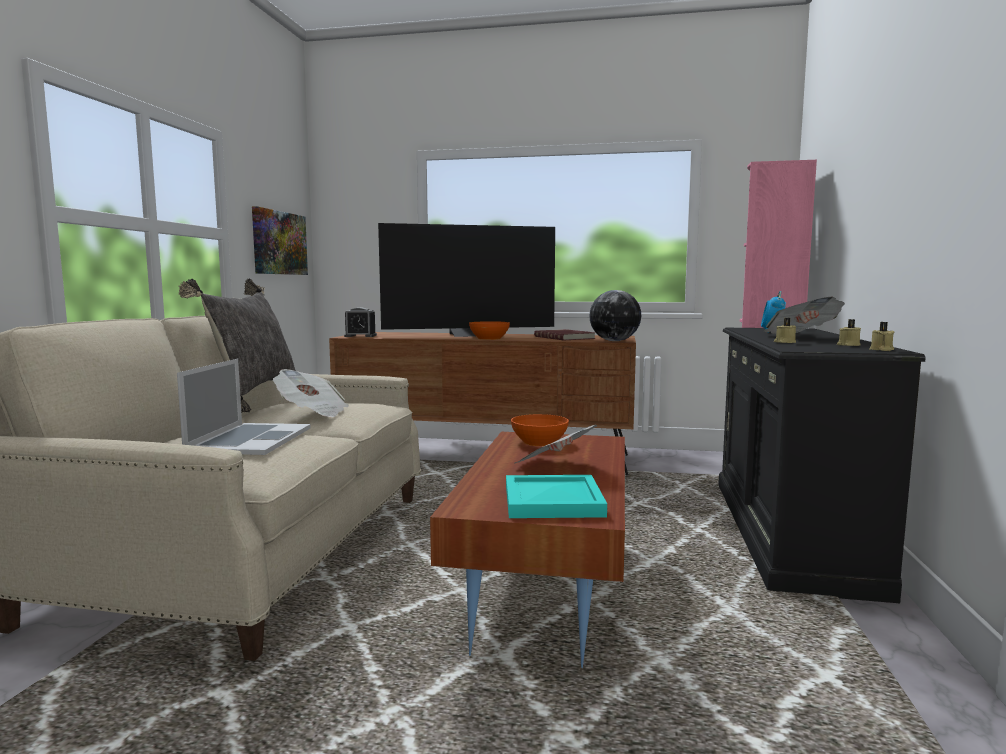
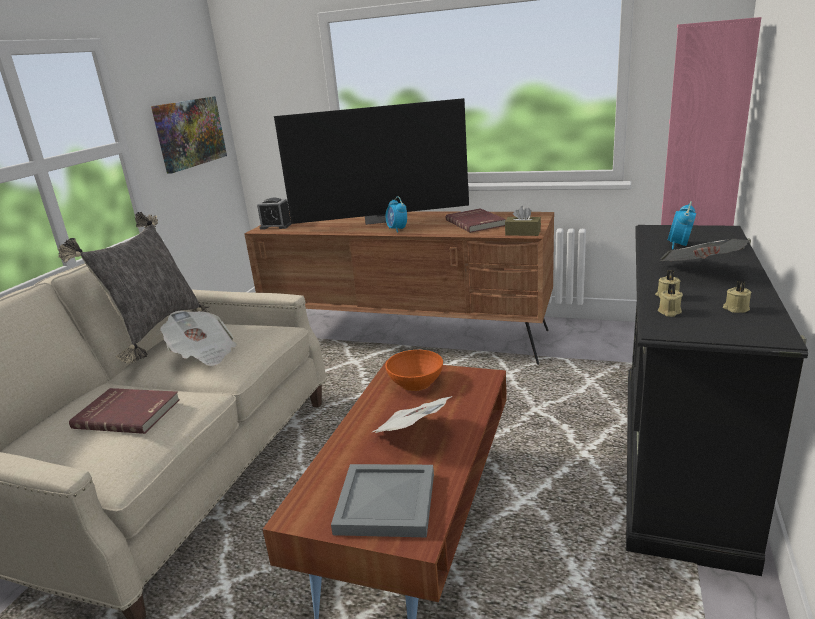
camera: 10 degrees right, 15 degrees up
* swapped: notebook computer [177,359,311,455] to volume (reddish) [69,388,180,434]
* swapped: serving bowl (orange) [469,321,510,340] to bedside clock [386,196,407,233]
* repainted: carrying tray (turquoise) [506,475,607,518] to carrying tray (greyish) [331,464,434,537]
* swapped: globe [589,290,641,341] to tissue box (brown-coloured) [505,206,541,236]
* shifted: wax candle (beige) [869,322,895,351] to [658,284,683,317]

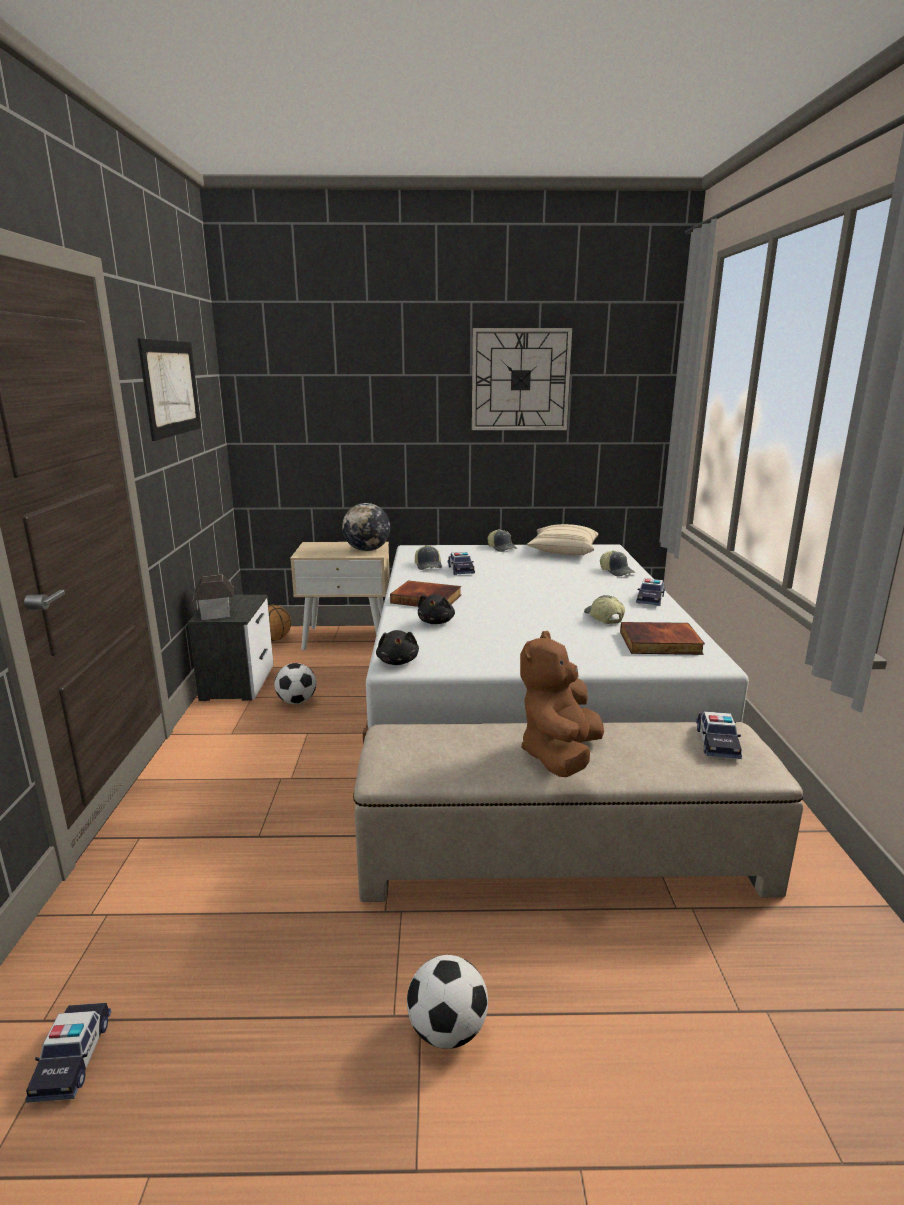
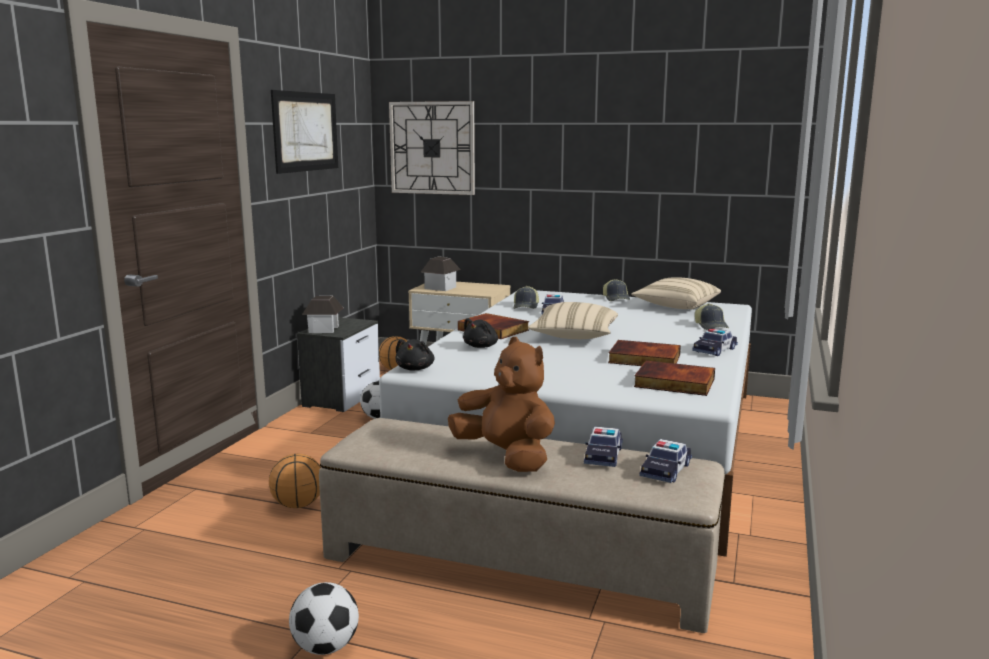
camera: 20 degrees right, 5 degrees down
* shifted: model car [26,1003,111,1103] to [584,426,623,467]
* gone: globe [342,503,390,551]
* shifted: hanging clock [472,328,572,430] to [389,101,475,195]
* rotated: plush toy (brown-coloured) [520,631,604,777] = [448,337,555,472] 90 degrees clockwise
* swapped: baseball cap [584,595,625,624] to volume [608,340,681,366]
* new: basketball [269,454,321,508]
* new: miniature house [421,256,461,291]
* new: throw pillow (beige) [528,302,618,339]

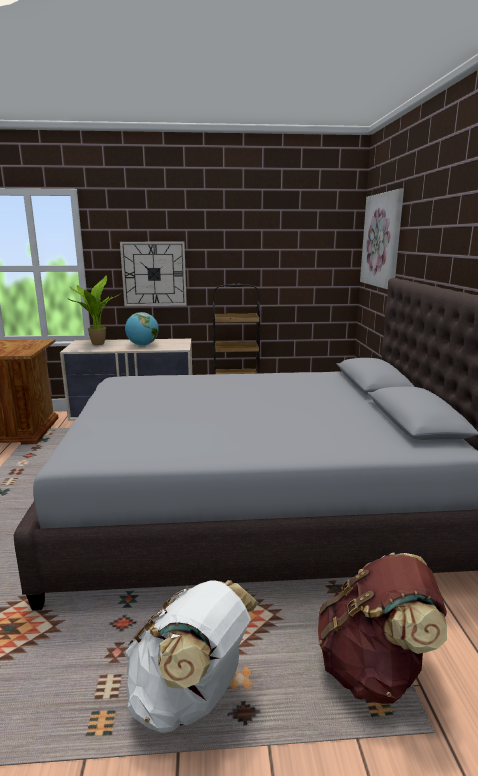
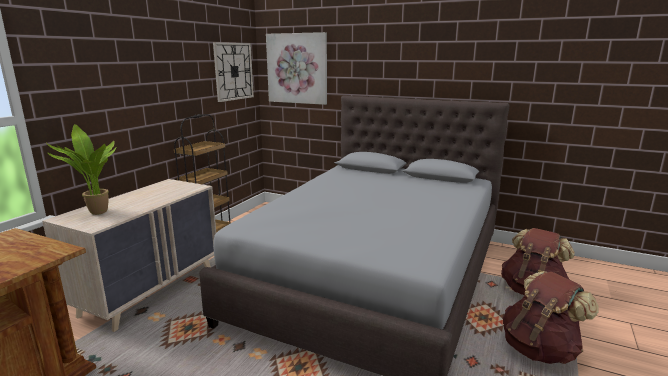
camera: 60 degrees left, 0 degrees up
* shifted: hanging clock [120,242,187,306] to [213,42,254,102]
* gone: globe [125,312,159,346]
* repainted: rucksack (white) [125,580,259,733] to rucksack (brown-coloured) [503,271,599,364]

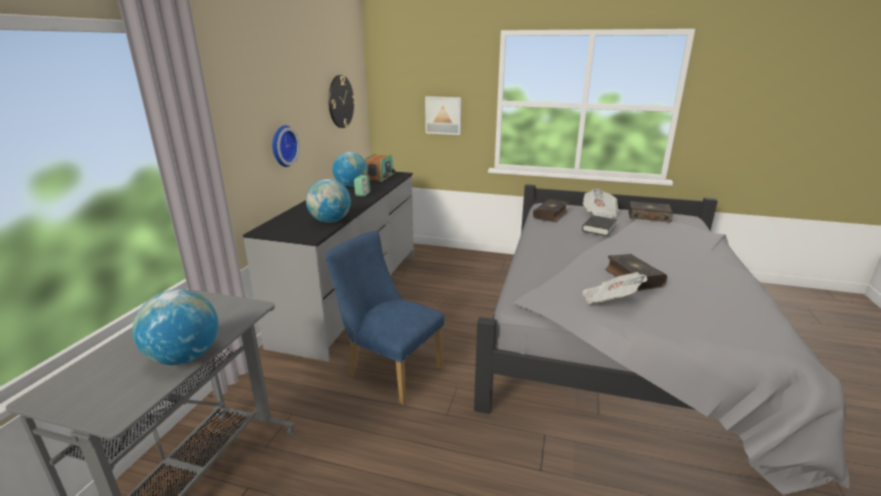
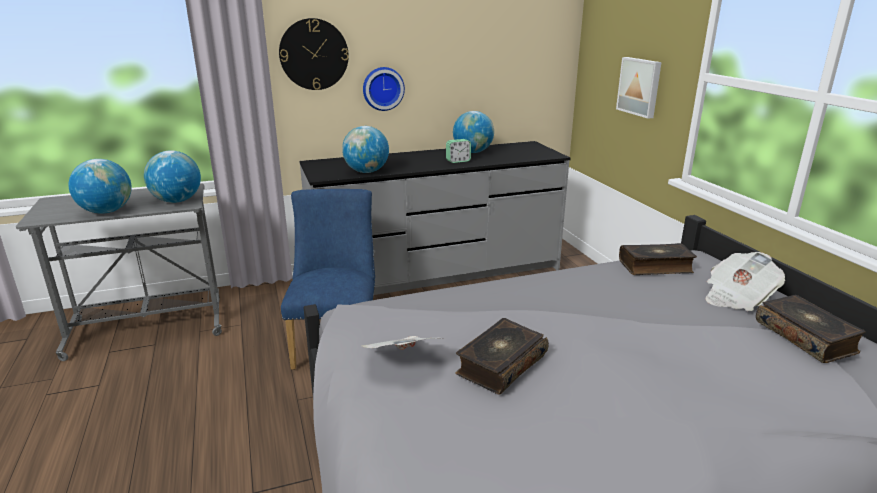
camera: 55 degrees right, 0 degrees up
* shifted: hanging clock [328,75,356,128] to [279,18,349,90]
* gone: radio set [364,153,395,182]
* gone: volume (black) [582,215,617,236]
* new: globe [144,150,201,203]

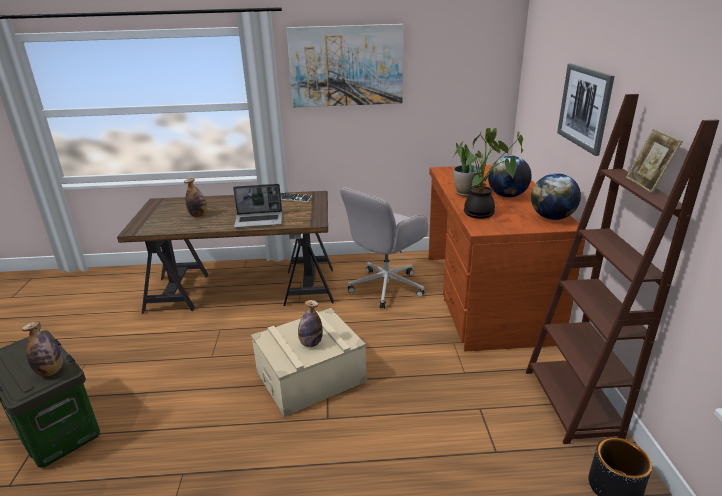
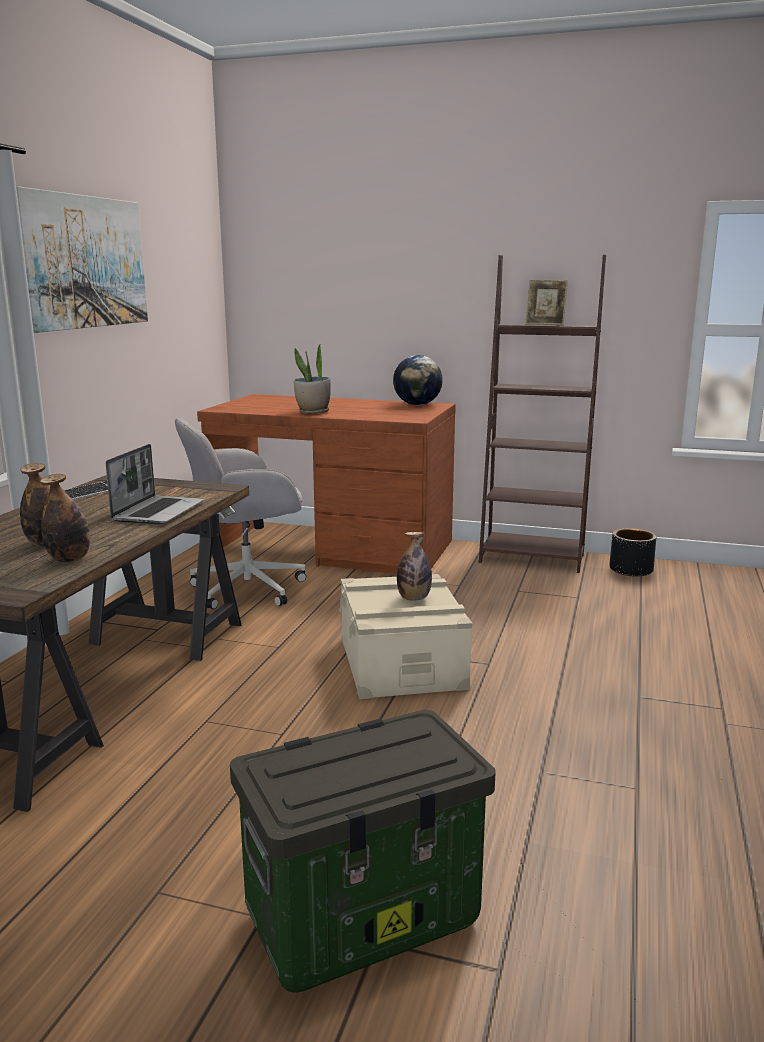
camera: 70 degrees left, 10 degrees down
* shifted: bottle [22,321,63,376] to [40,474,90,562]
* rotated: desk chair (greyish) [340,187,428,309] = [175,418,306,609] 90 degrees clockwise
* gone: houseplant [454,128,523,219]
* gone: globe [488,155,532,198]
* gone: wall art [557,64,615,156]

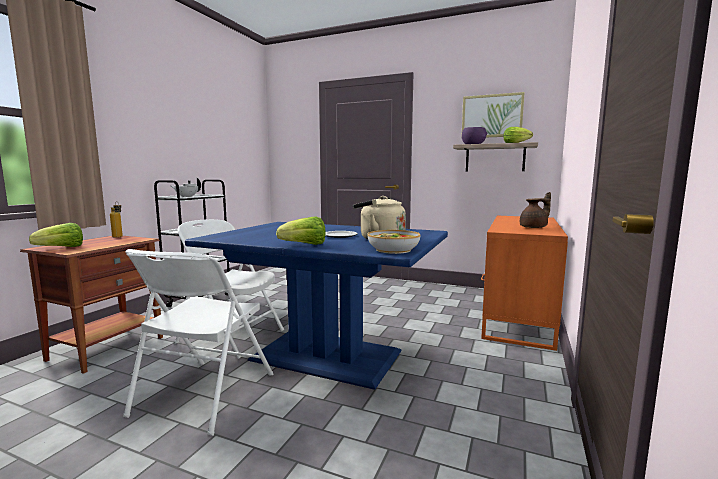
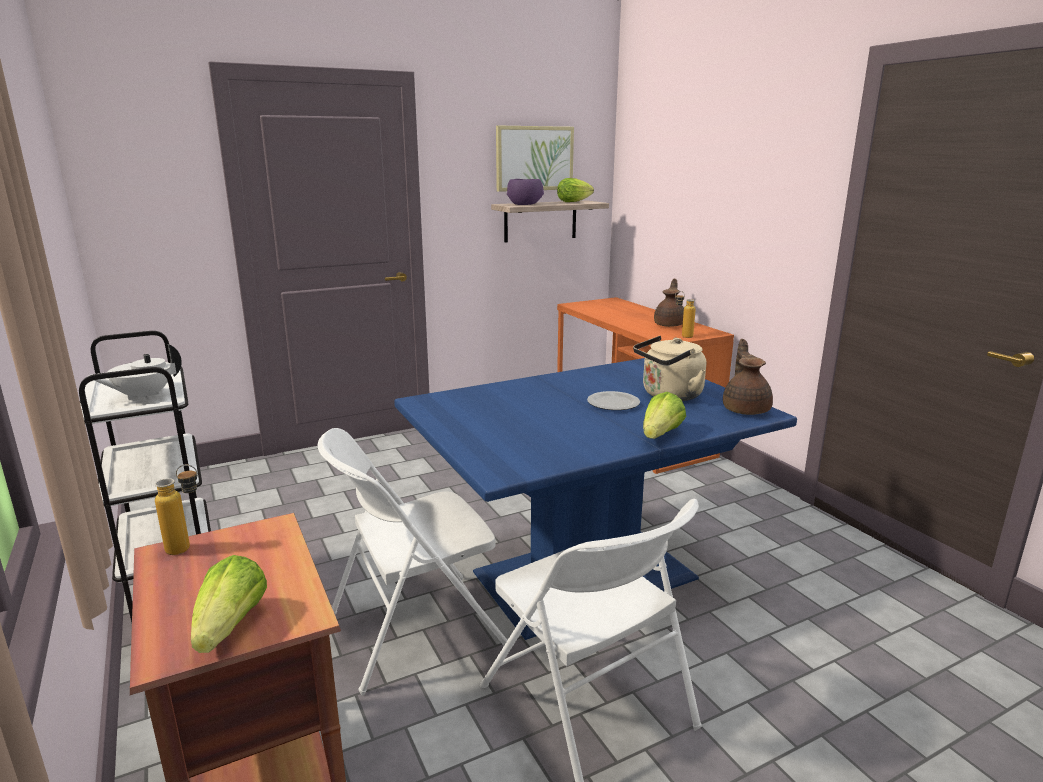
camera: 50 degrees left, 10 degrees up
* swapped: serving bowl [368,230,421,254] to teapot (brown-coloured) [723,339,773,415]
* new: bottle [675,291,696,338]

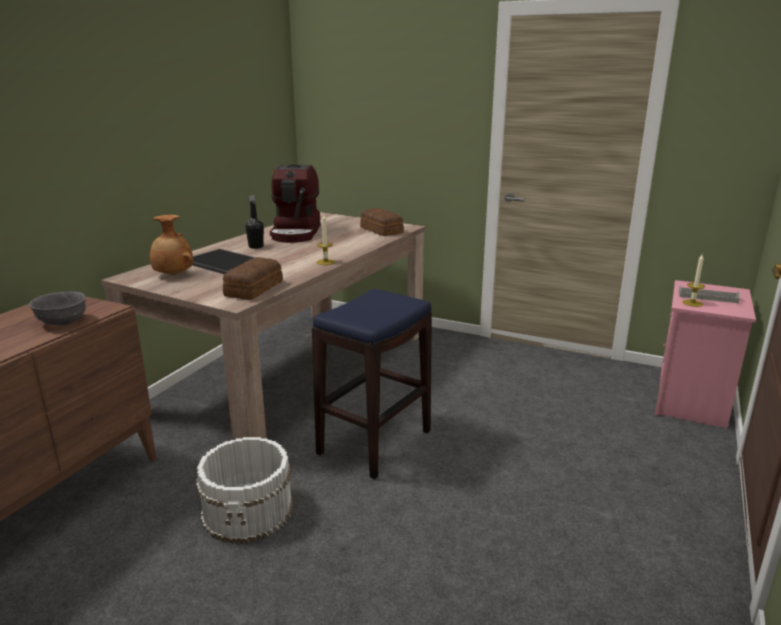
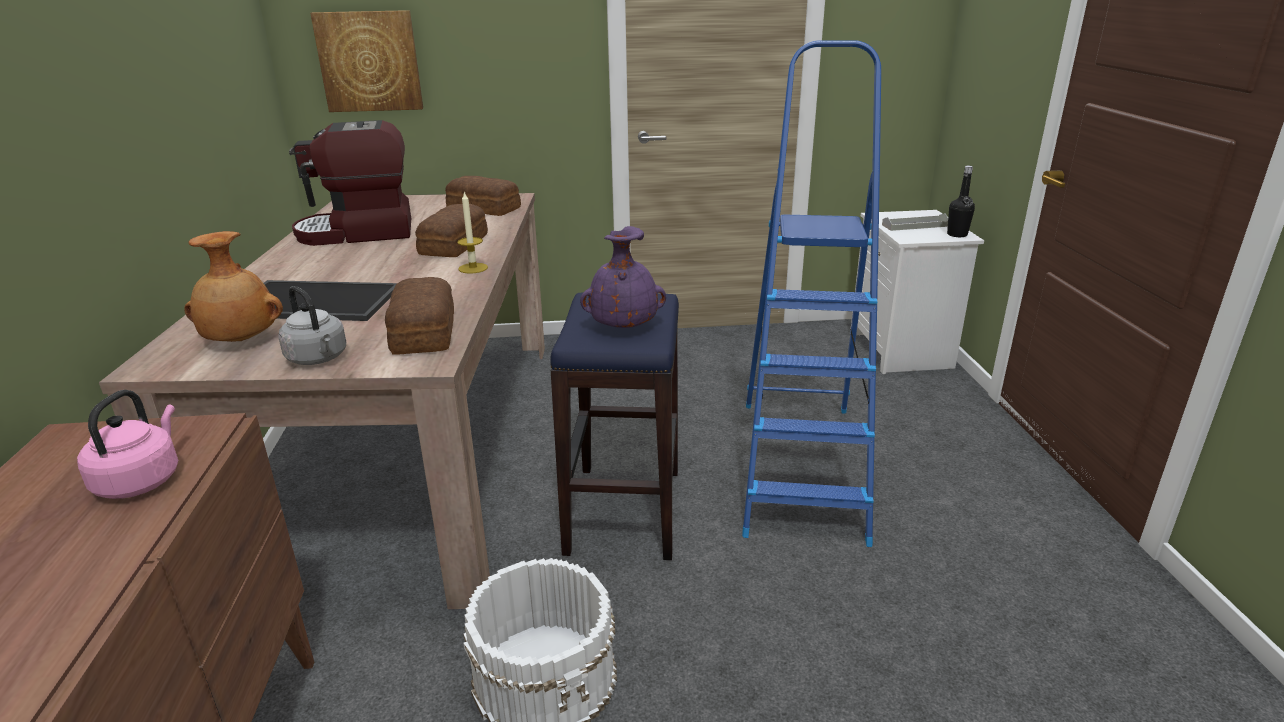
camera: 30 degrees left, 5 degrees up
* swapped: serving bowl (greyish) [29,291,86,325] to tea kettle (pink) [77,390,178,499]
* shifted: bottle (black) [245,196,264,249] to [947,166,975,237]
* rotated: coffee machine [270,164,320,243] = [289,120,411,246] 105 degrees clockwise
* repainted: nightstand (pink) [655,280,756,428] to nightstand (white) [850,210,984,374]
* gone: wax candle [682,255,705,307]
* new: tea kettle (greyish) [278,286,346,365]
* new: wall art [310,10,423,112]
* new: bakery bread [415,204,488,257]
* new: decorative vase (purple) [580,226,666,328]
* new: stepladder (blue-coloured) [742,40,881,547]

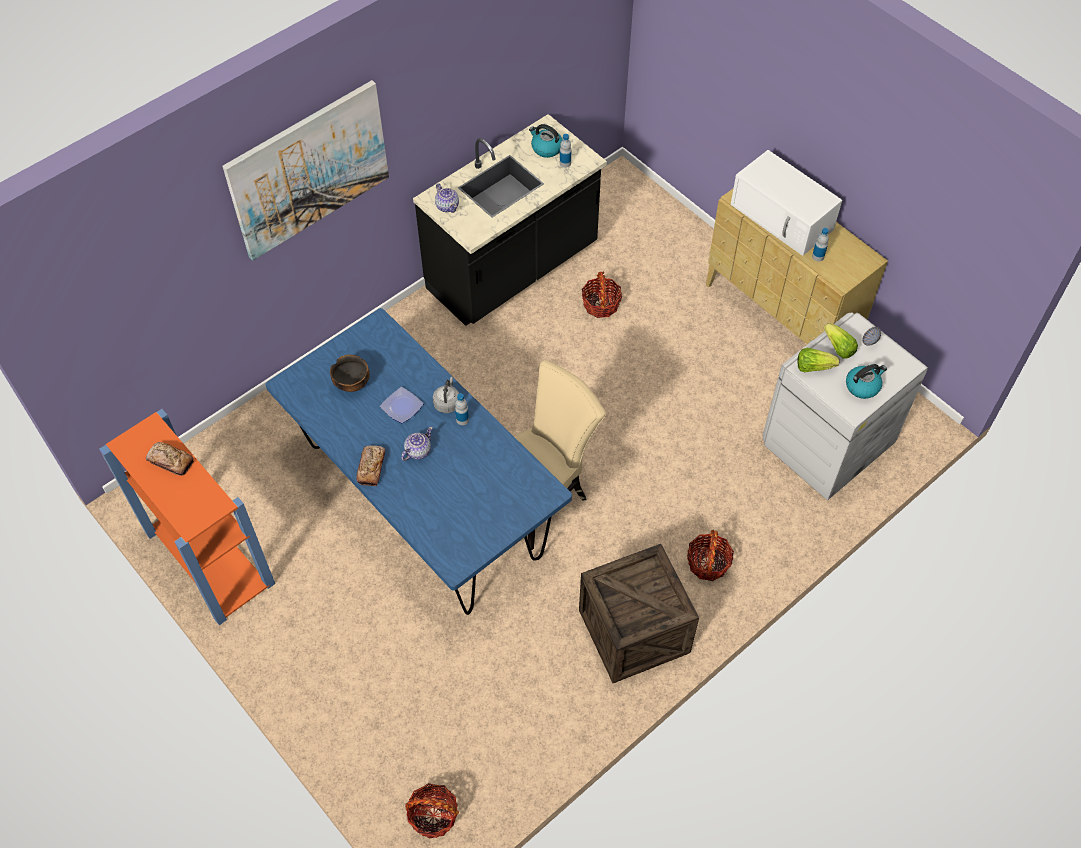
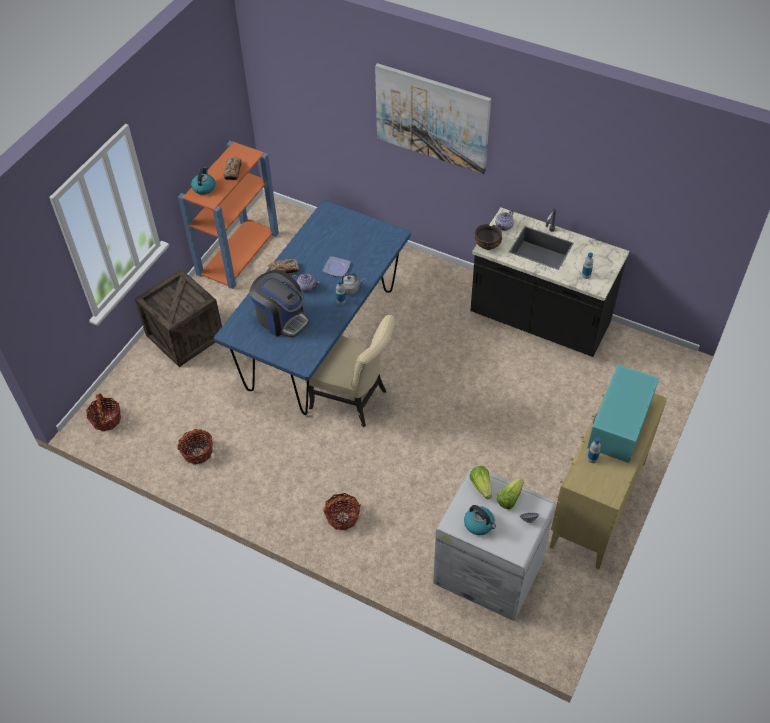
camera: 70 degrees right, 5 degrees down
* shifted: serving bowl [330,354,370,392] to [475,224,502,250]
* shifted: tea kettle [529,124,563,158] to [191,167,216,195]
* shifted: shipping crate [579,544,699,683] to [135,269,222,367]
* shifted: household basket [582,271,622,318] to [177,429,213,464]
* repainted: microwave (white) [731,150,842,256] to microwave (turquoise) [587,364,659,463]
* new: coffee machine [249,270,310,337]

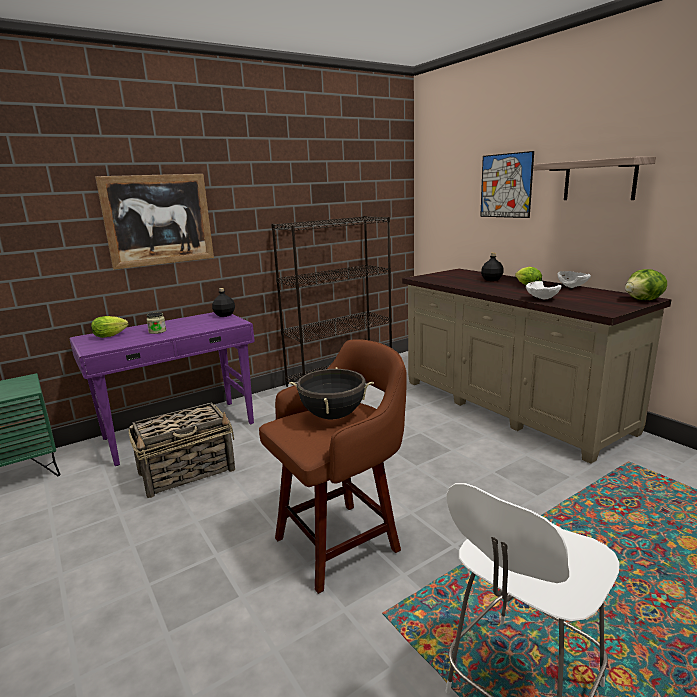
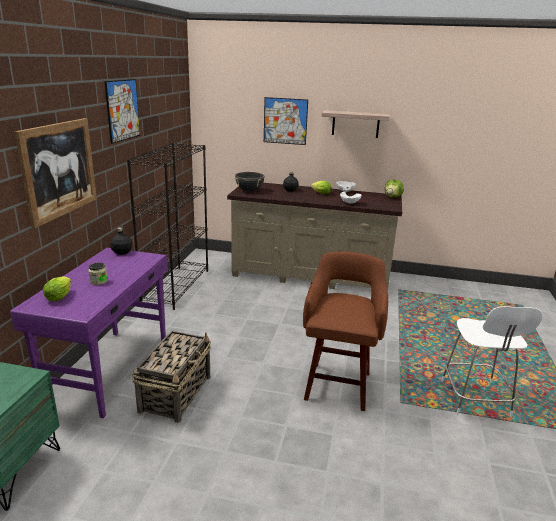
camera: 45 degrees left, 5 degrees up
* shifted: cooking pot (black) [289,367,374,419] to [234,172,265,192]
* new: wall art [105,79,140,144]

